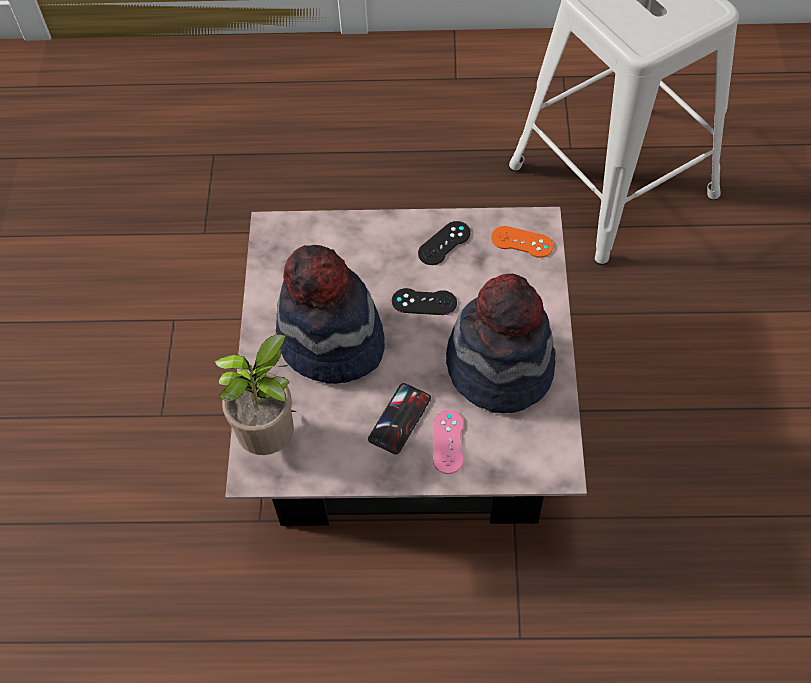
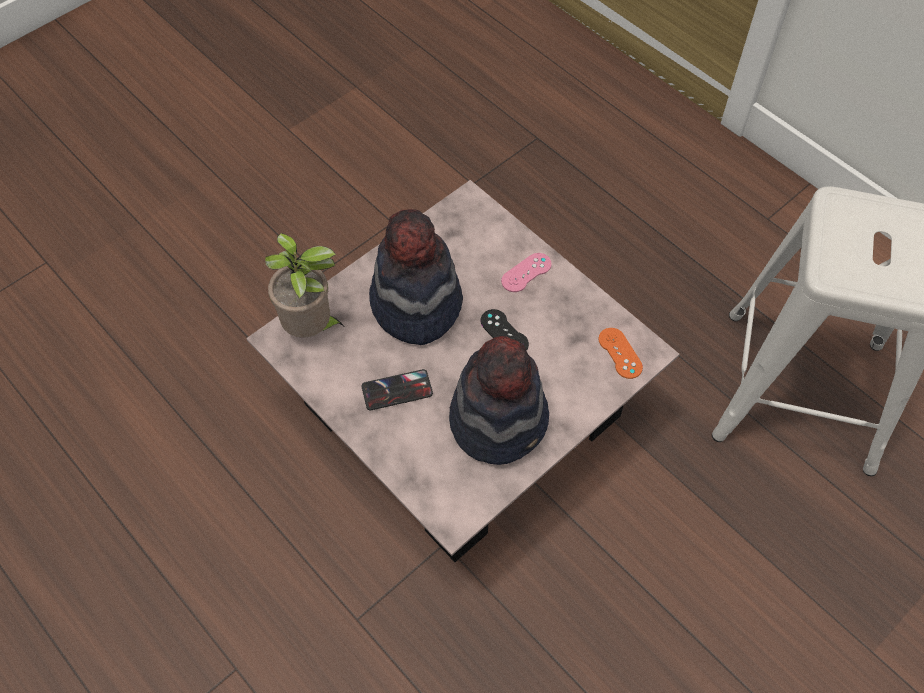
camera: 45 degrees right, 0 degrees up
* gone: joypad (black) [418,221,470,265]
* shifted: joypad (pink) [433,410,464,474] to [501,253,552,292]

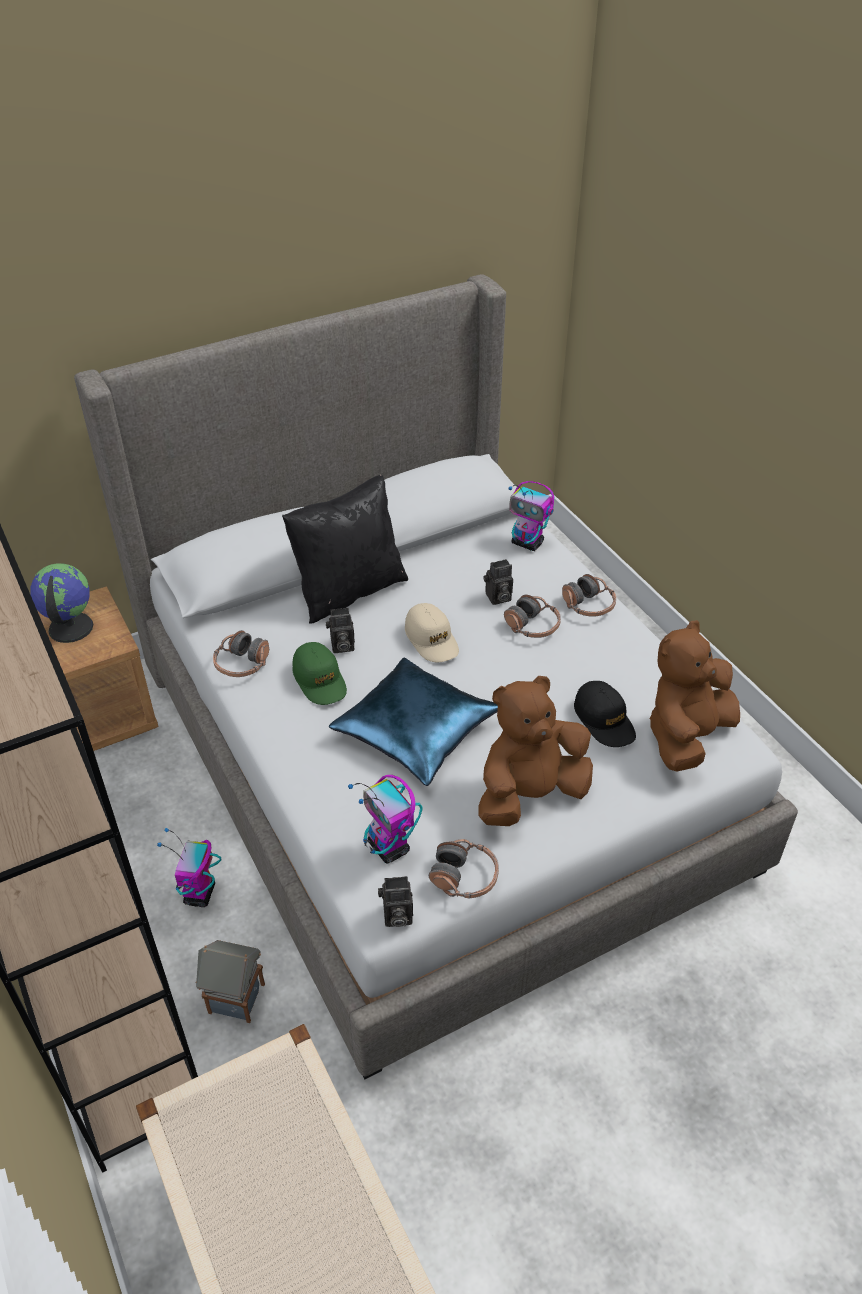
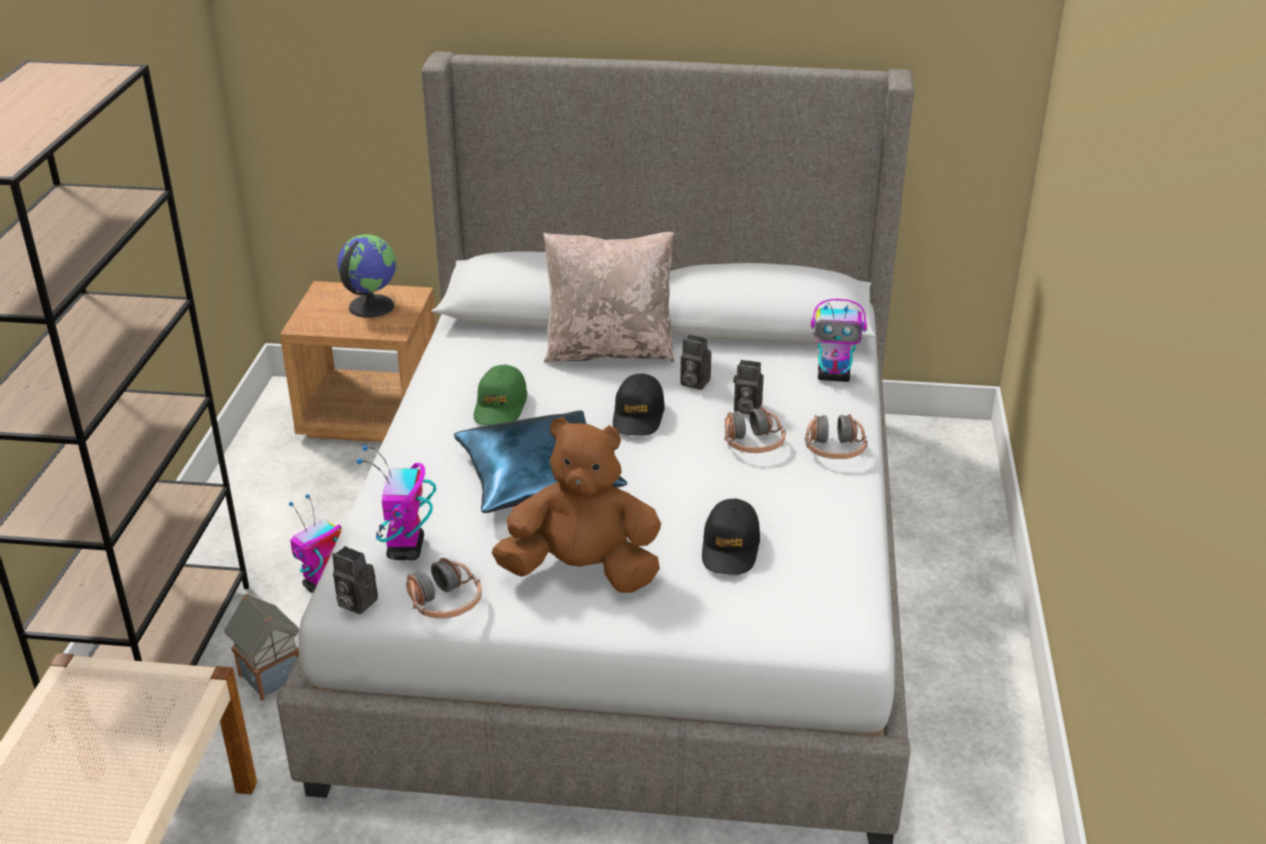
camera: 35 degrees right, 10 degrees down
* gone: headphones [213,630,269,677]
* repainted: throw pillow (black) [282,475,408,624] to throw pillow (beige) [543,232,675,362]
* shifted: still camera [326,608,355,653] to [680,334,711,390]
* repainted: baseball cap (beige) [405,603,459,662] to baseball cap (black) [613,373,665,436]
* rotated: toy robot [509,481,554,551] = [811,299,867,382] 60 degrees counterclockwise
* gone: plush toy (brown-coloured) [650,620,740,772]

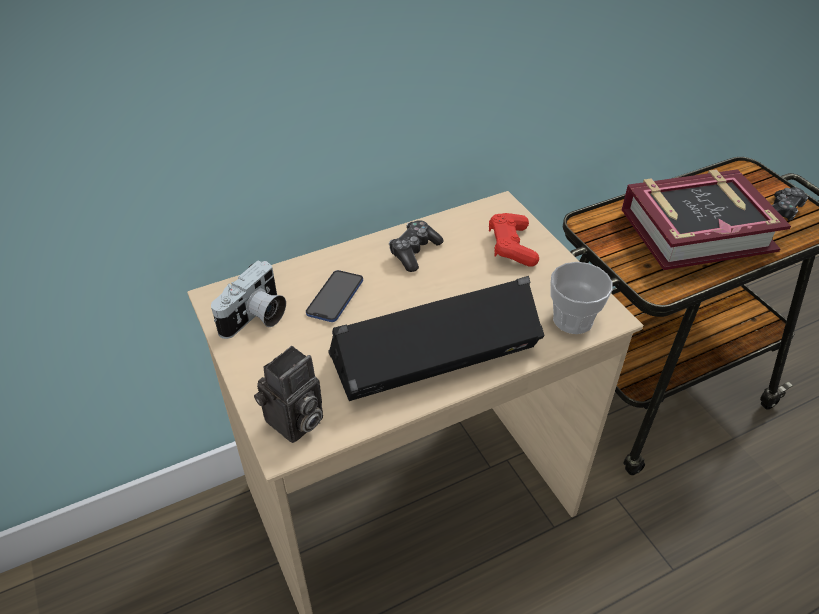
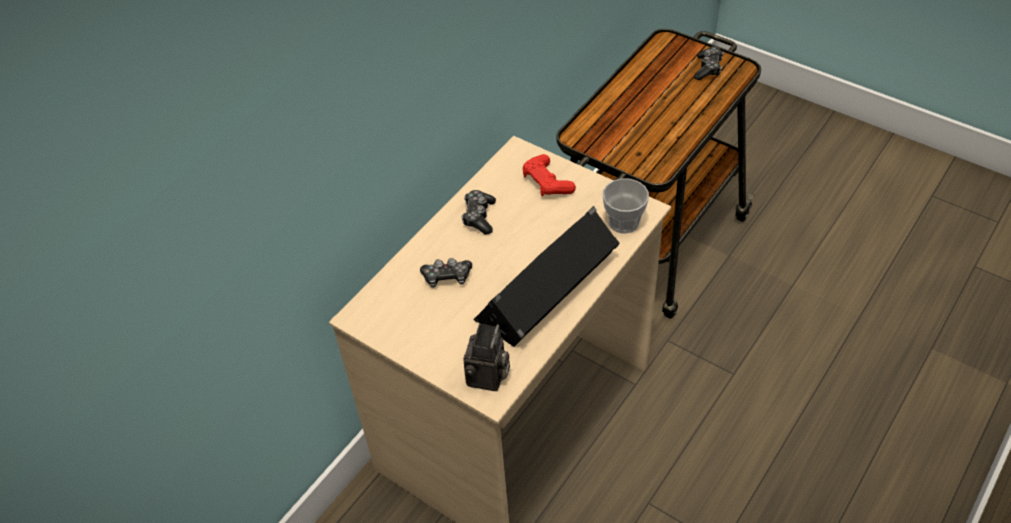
camera: 25 degrees left, 5 degrees up
* gone: still camera [211,260,286,339]
* swapped: phone [306,270,363,322] to joypad [420,258,472,288]
* gone: volume [622,169,791,270]

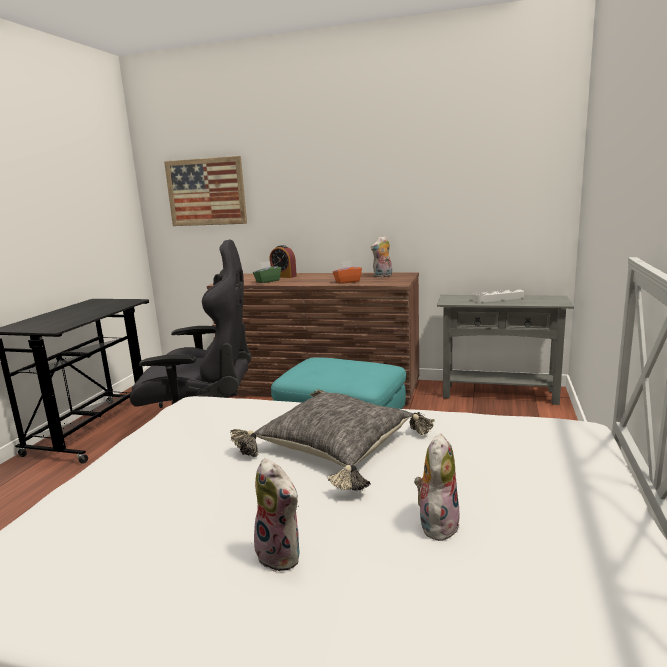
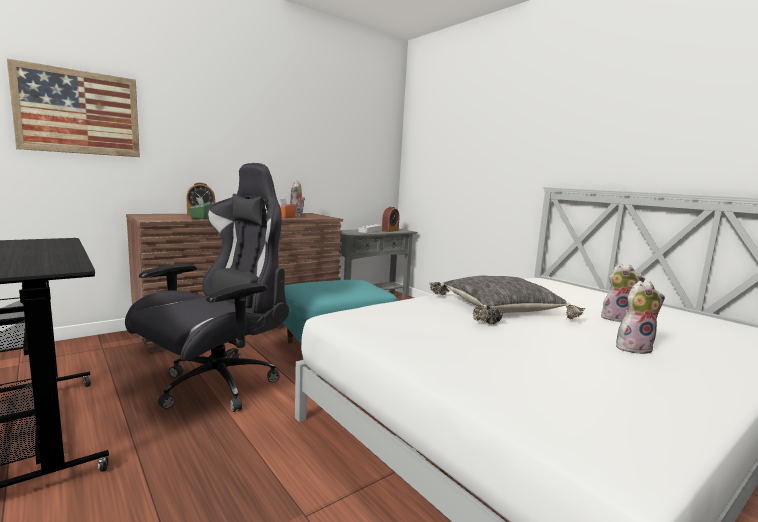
camera: 55 degrees left, 5 degrees down
* rotated: plush toy [414,433,460,543] = [601,263,645,322] 135 degrees clockwise
* new: bedside clock [382,207,399,232]

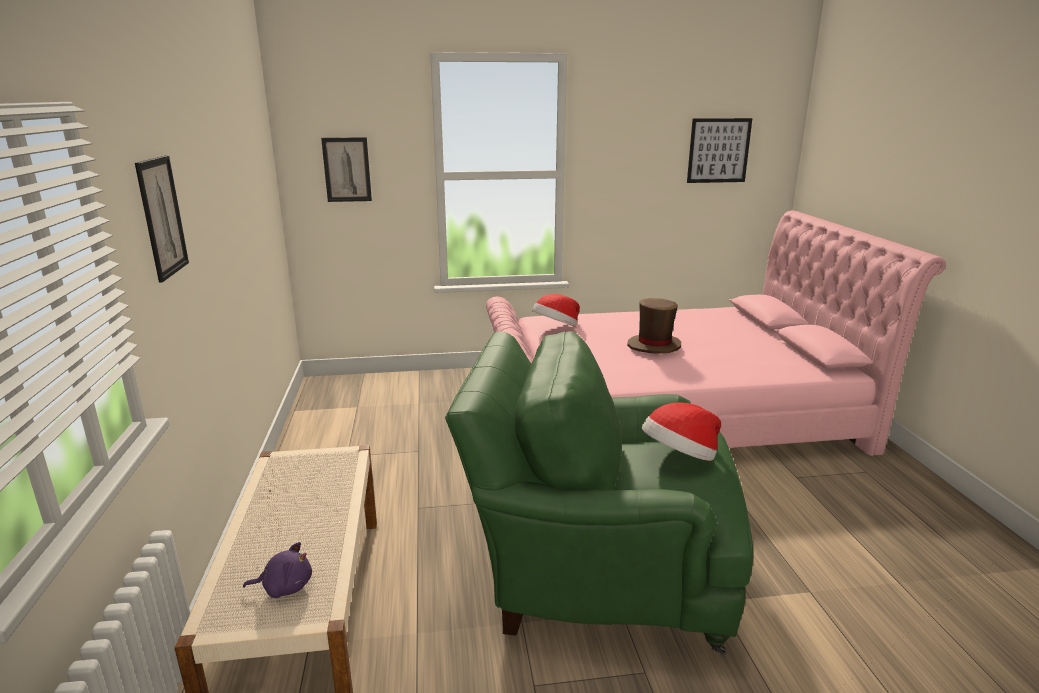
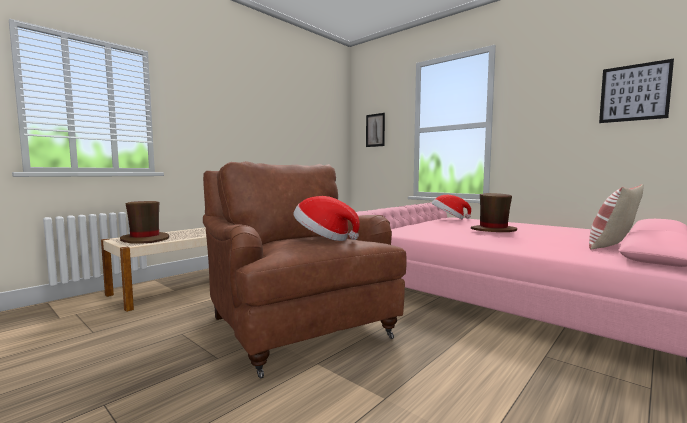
camera: 50 degrees right, 15 degrees down
* gone: wall art [135,155,189,283]
* swapped: plush toy (purple) [243,542,312,598] to clothing hat (brown-coloured) [120,201,169,244]
* repainted: armchair (green-coloured) [445,331,753,654] to armchair (brown-coloured) [203,161,407,379]
* new: throw pillow [589,184,644,250]

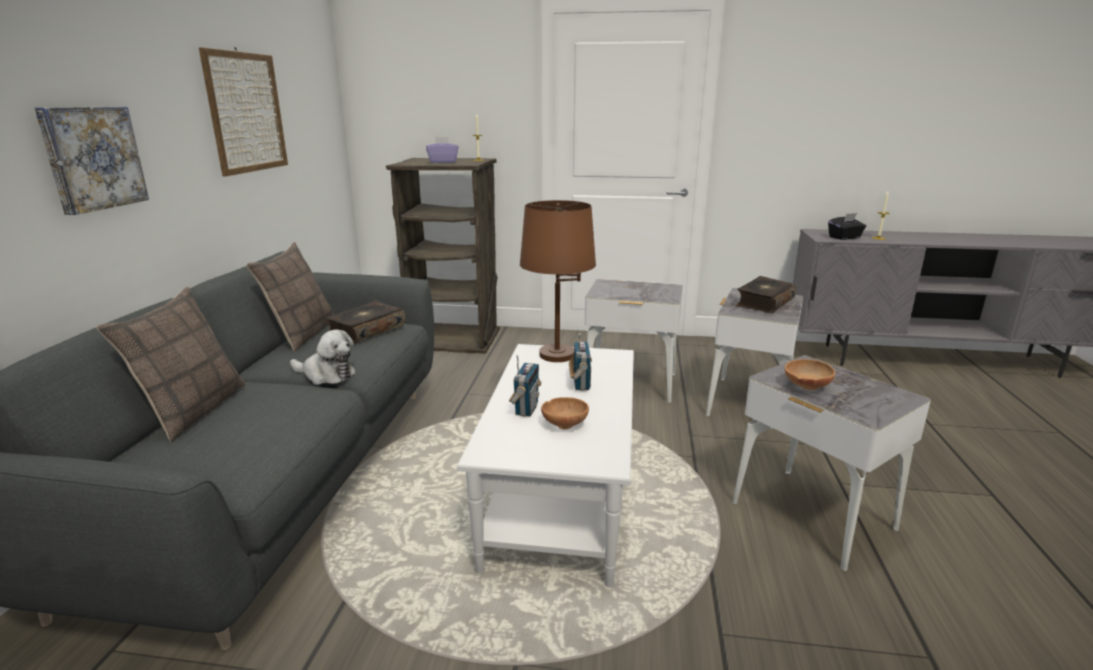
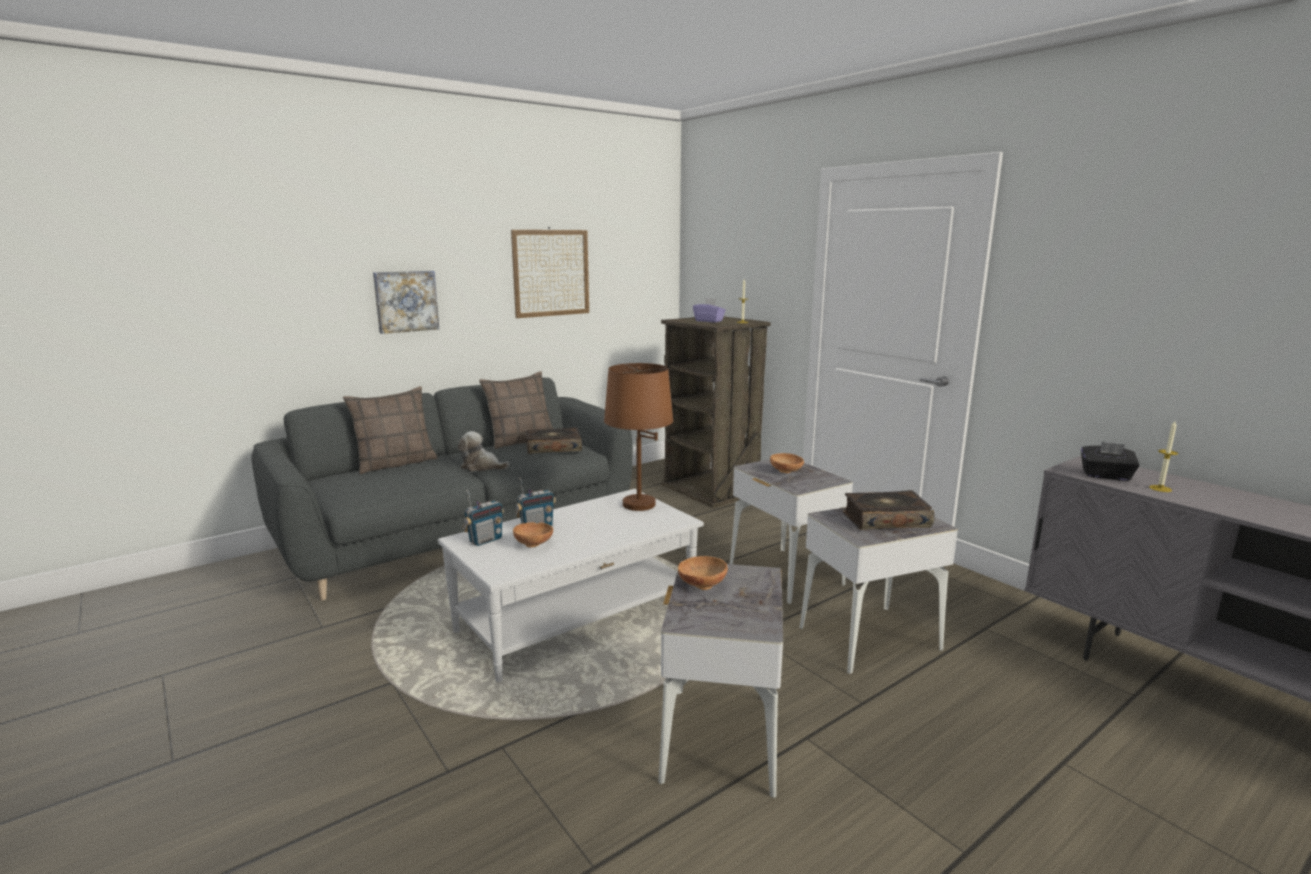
camera: 45 degrees right, 5 degrees down
* rotated: plush toy [290,329,356,385] = [458,431,509,471] 135 degrees clockwise
* shifted: radio set [569,333,592,390] to [462,490,504,546]
* new: serving bowl (brown-coloured) [770,453,804,473]

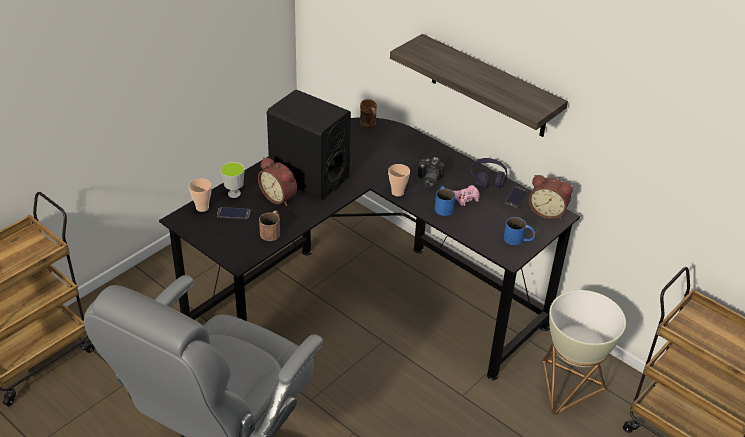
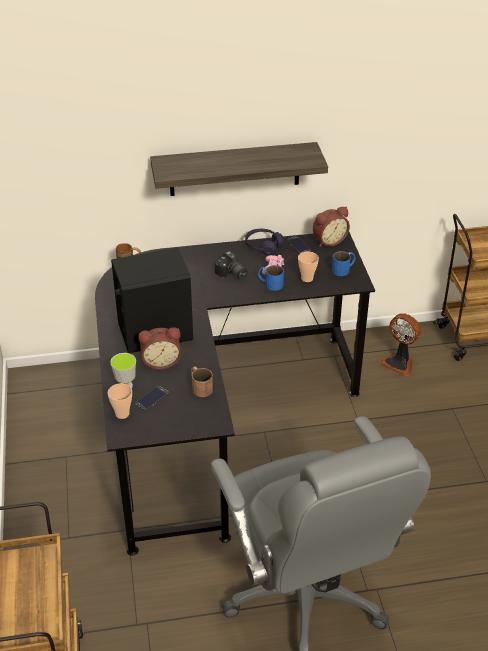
camera: 50 degrees left, 0 degrees up
* shifted: small cup [388,164,410,196] to [298,251,319,282]
* swapped: flower pot [543,290,626,414] to electric fan [380,313,421,376]

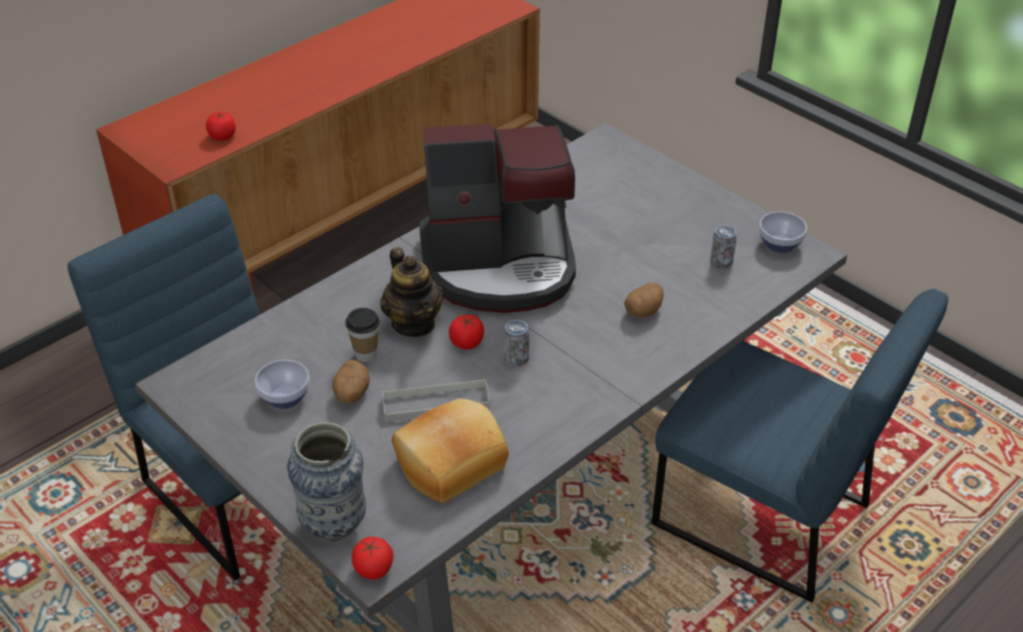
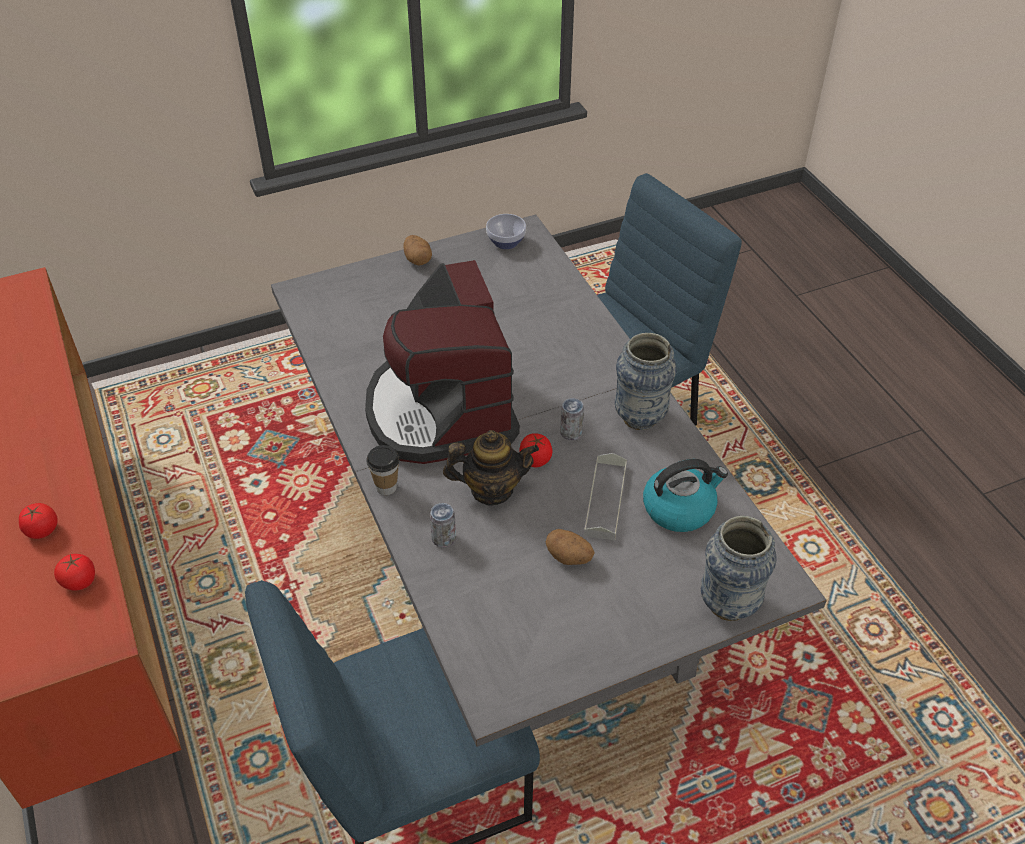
camera: 70 degrees left, 5 degrees up
* gone: serving bowl [255,360,310,409]
* shifted: small cup [345,308,380,362] to [366,445,400,495]
* shifted: tomato [352,537,393,580] to [19,503,58,539]
* swapped: bakery bread [392,398,509,503] to tea kettle [643,459,728,532]
* rotated: coffee machine [419,123,576,313] = [365,260,520,464] 150 degrees clockwise
* shifted: spud [624,283,664,318] to [404,235,432,266]
* shifted: metal can [710,225,737,269] to [430,503,456,548]
* new: decorative vase [615,333,676,430]

